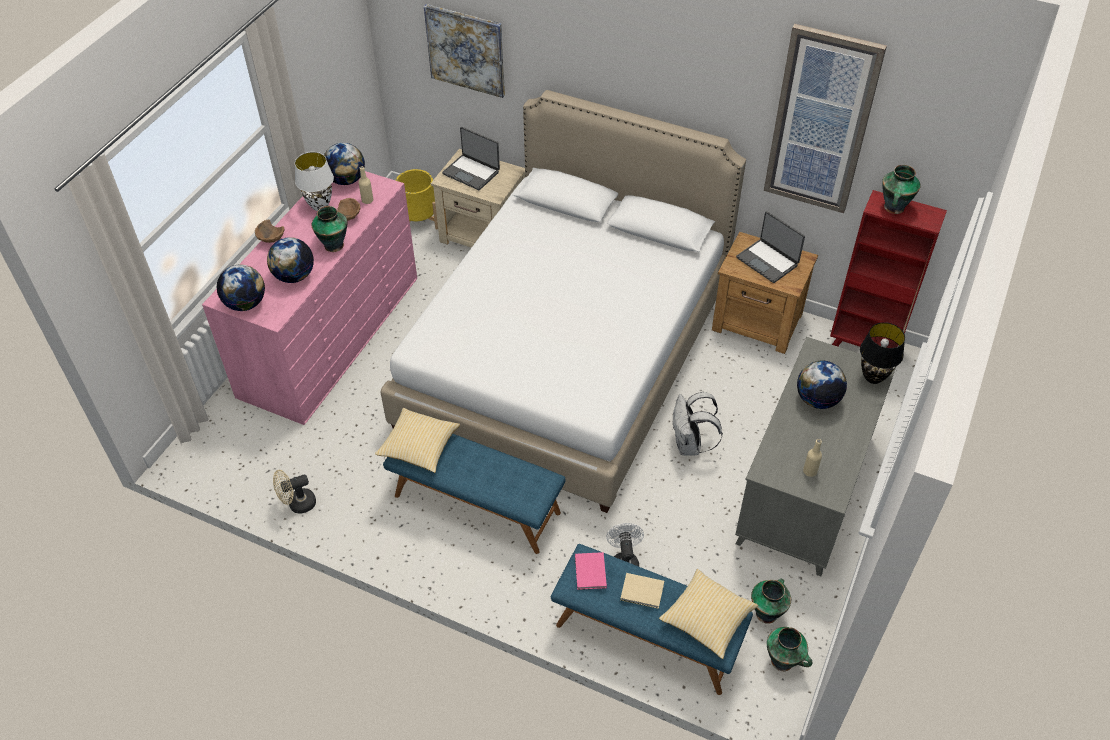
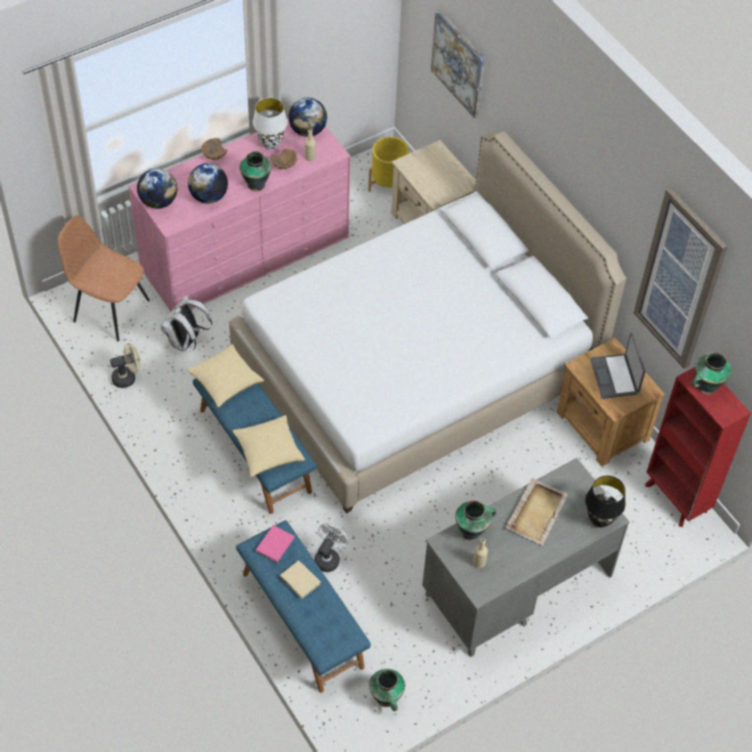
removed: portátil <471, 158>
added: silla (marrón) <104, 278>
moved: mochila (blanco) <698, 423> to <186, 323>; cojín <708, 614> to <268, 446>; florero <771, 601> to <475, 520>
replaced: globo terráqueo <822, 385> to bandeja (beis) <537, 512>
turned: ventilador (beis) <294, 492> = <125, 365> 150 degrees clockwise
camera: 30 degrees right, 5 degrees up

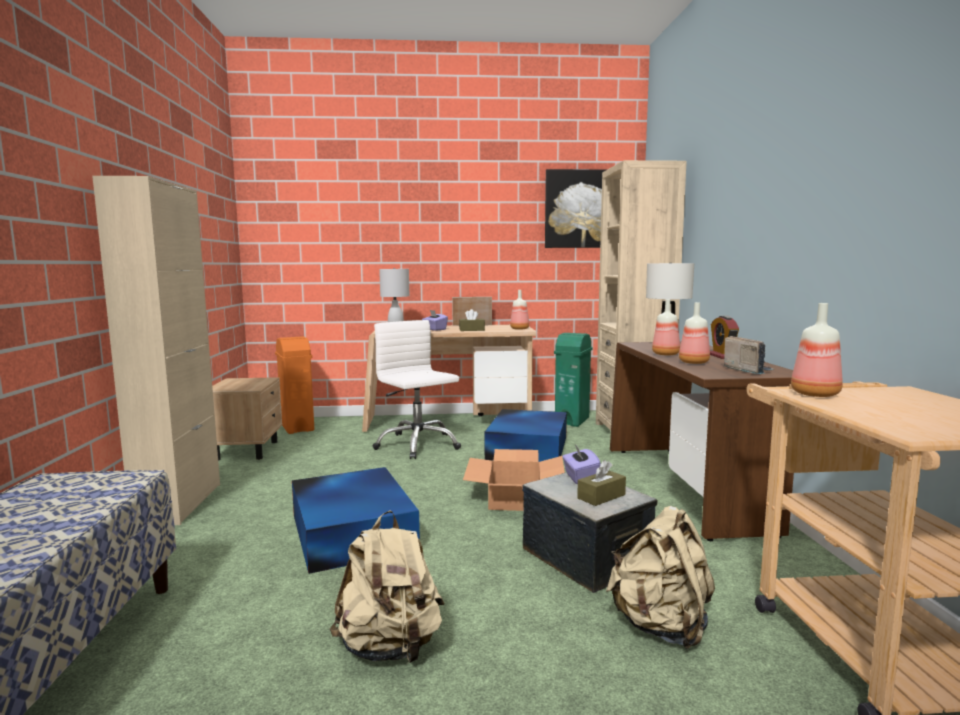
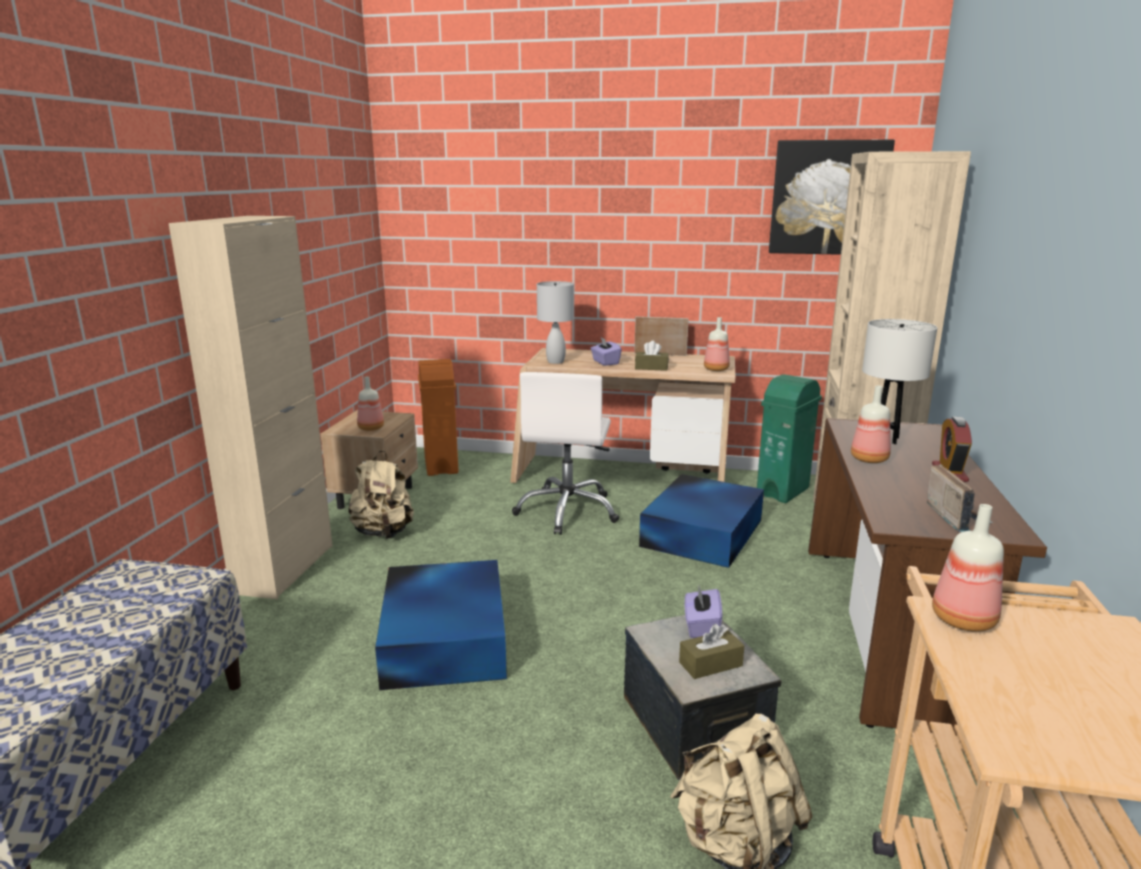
removed: caja de cartón <514, 480>
moved: mochila (beis) <387, 587> to <381, 494>; botella <694, 333> to <370, 403>
turned: silla de oficina (blanco) <417, 389> = <565, 453> 150 degrees counterclockwise
camera: 15 degrees right, 10 degrees up

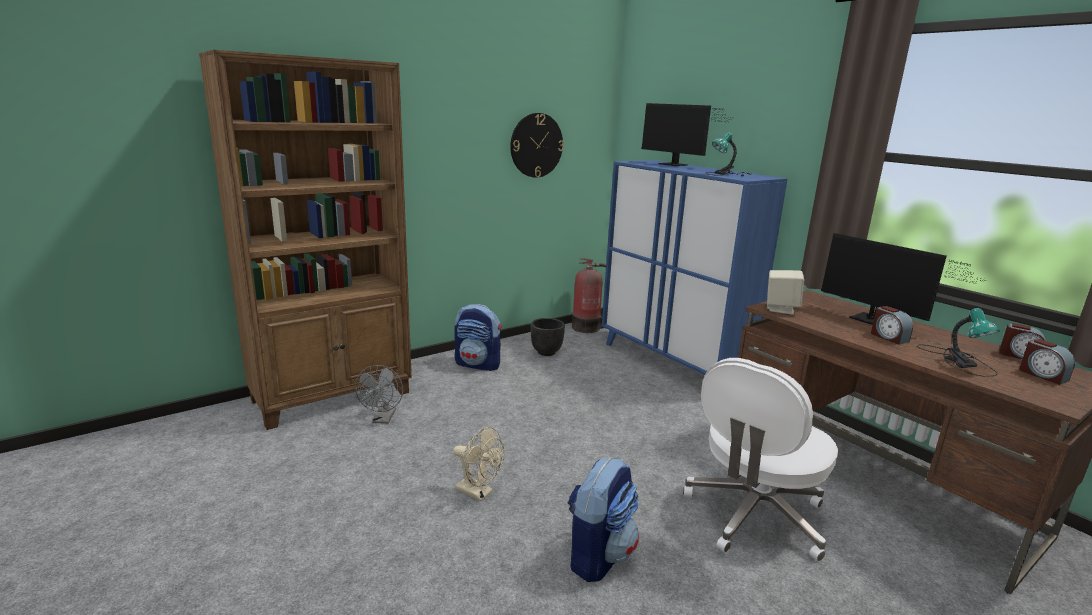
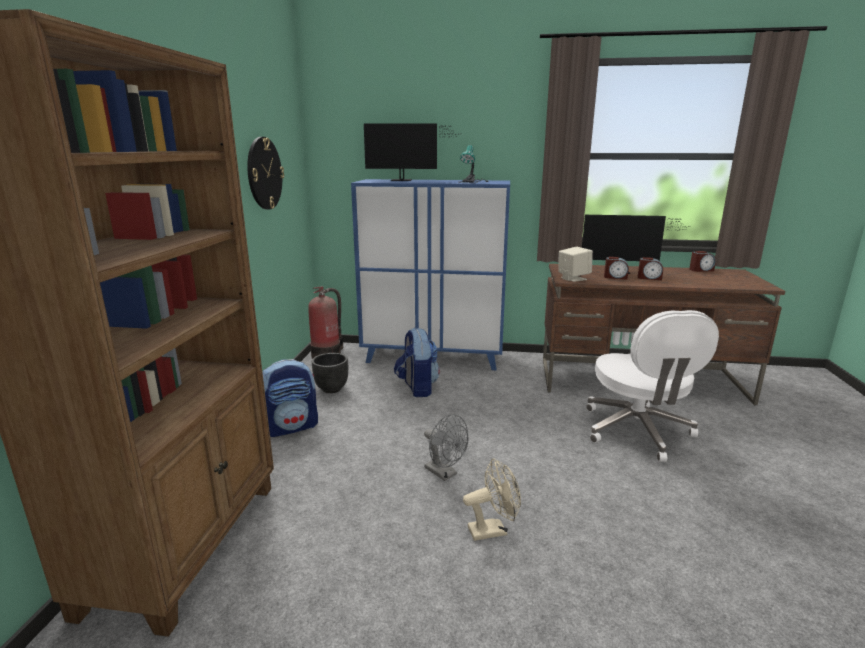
removed: lámpara de mesa <958, 342>
moved: mochila <603, 519> to <417, 362>; ventilador (gris) <379, 394> to <446, 447>; despertador <1047, 362> to <616, 268>
camera: 45 degrees left, 0 degrees up

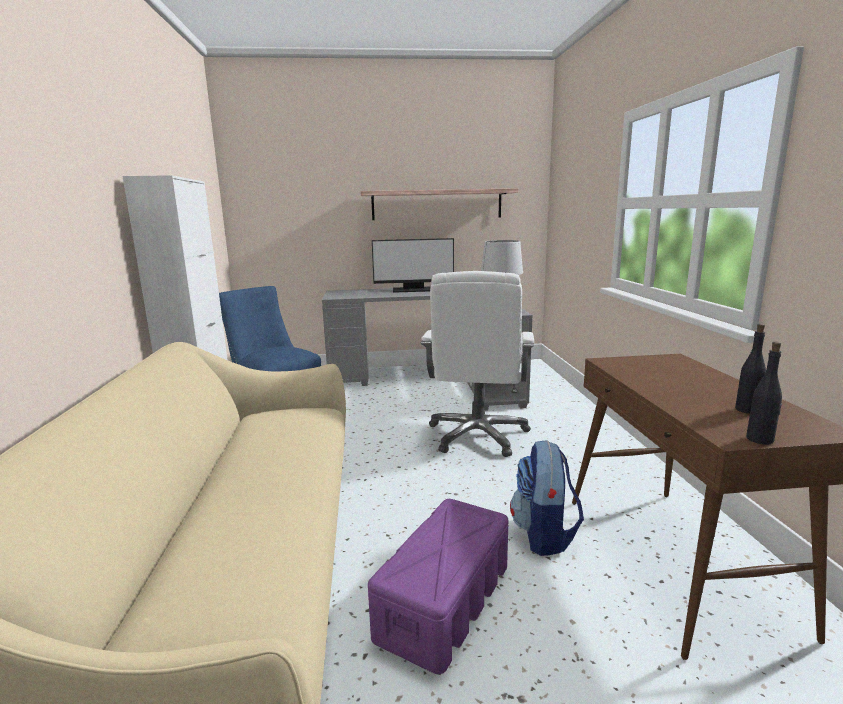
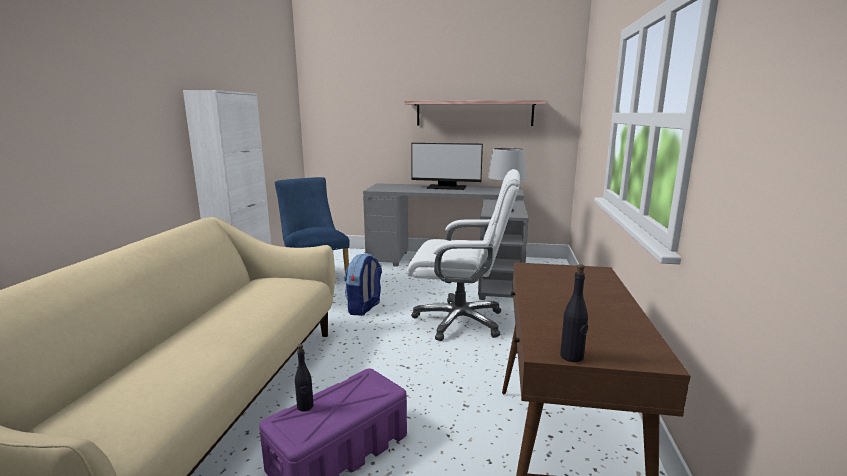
moved: botella (negro) <750, 369> to <304, 377>; mochila <547, 498> to <363, 284>
turned: silla de oficina (blanco) <477, 364> = <463, 255> 105 degrees counterclockwise
camera: 15 degrees right, 0 degrees up

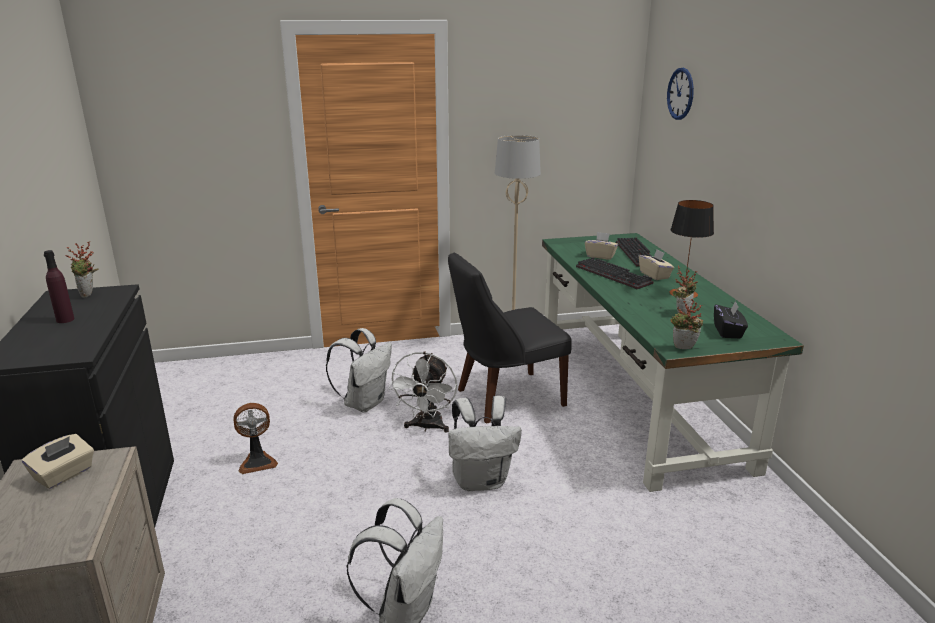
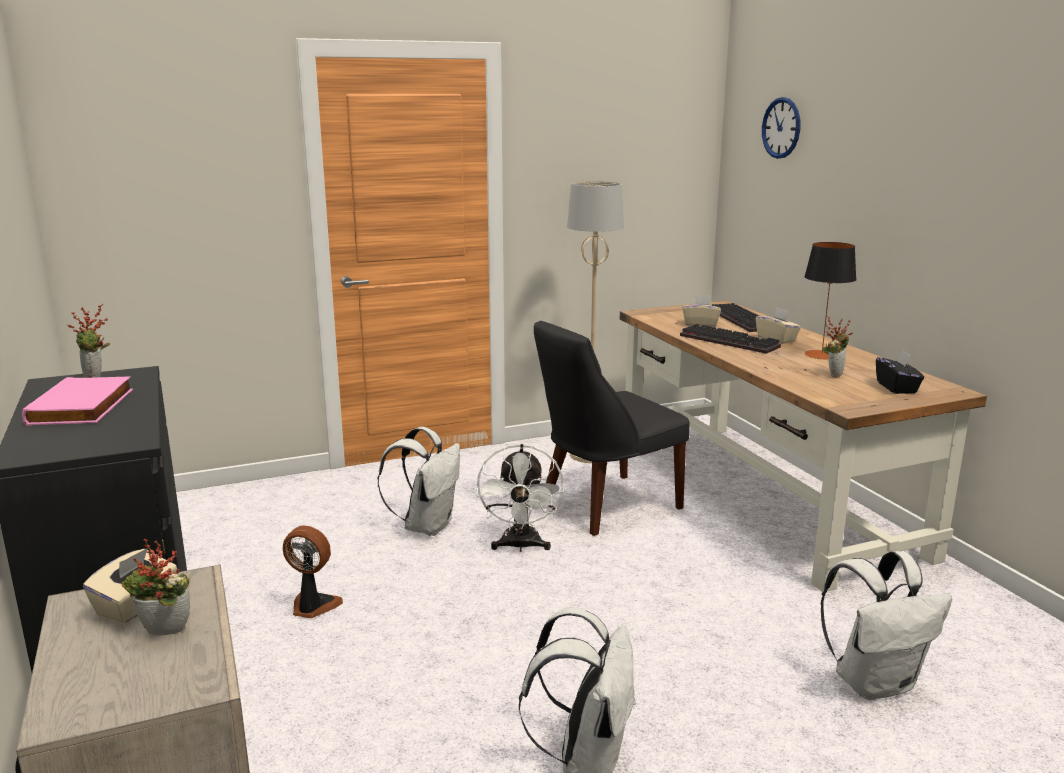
moved: planta en maceta <686, 323> to <155, 587>; mochila (blanco) <485, 443> to <886, 625>
replaced: botella (morado) <59, 286> to libro (rosa) <77, 401>
recoloured: escritorio (verde) <673, 362> to escritorio (marrón) <803, 446>
turned: ventilador <255, 438> = <313, 572> 135 degrees counterclockwise
camera: 10 degrees left, 5 degrees down

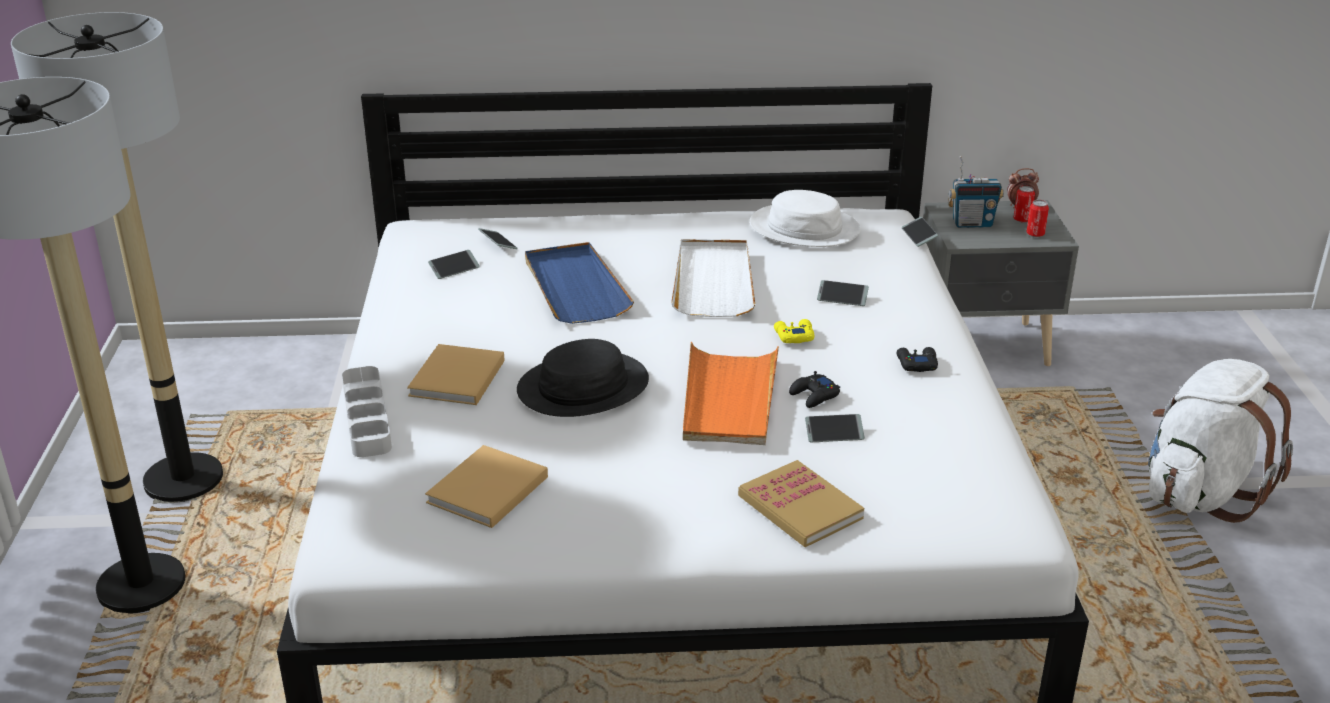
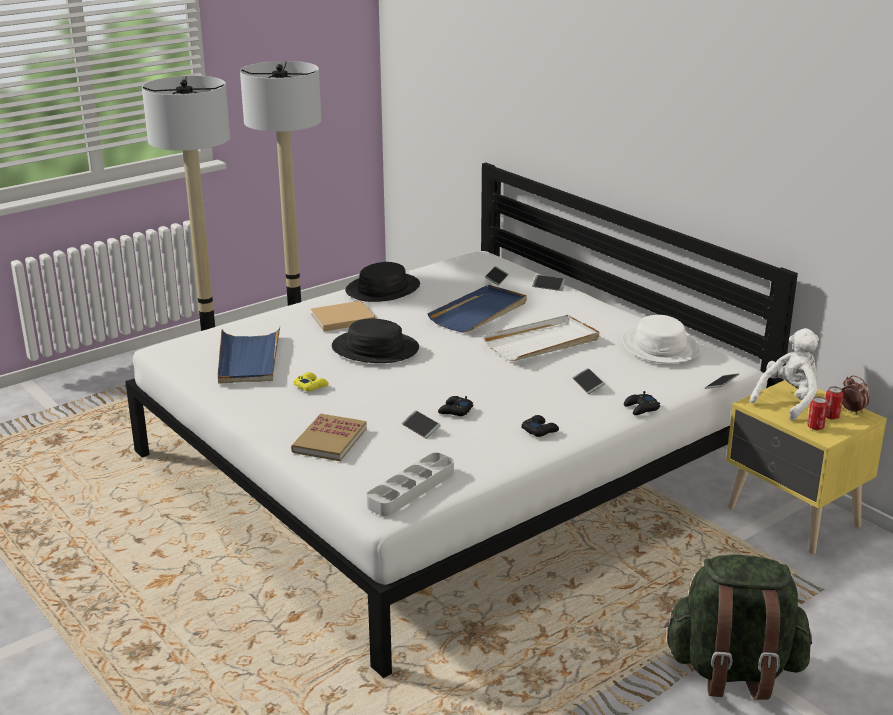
removed: bandeja (naranja) <731, 393>
added: sombrero (negro) <382, 282>; mando de consola (negro) <642, 403>
moved: mando de consola (amarillo) <794, 331> to <311, 382>; bandeja (gris) <367, 411> to <410, 484>; móvil <454, 264> to <549, 283>
replaced: libro (beis) <486, 486> to bandeja (azul) <249, 355>; radio <976, 192> to peluche (blanco) <784, 374>
recoloured: mochila (blanco) <1220, 441> to mochila (verde) <738, 627>; mesita de noche (gris) <1001, 283> to mesita de noche (amarillo) <806, 467>
camera: 55 degrees right, 5 degrees down

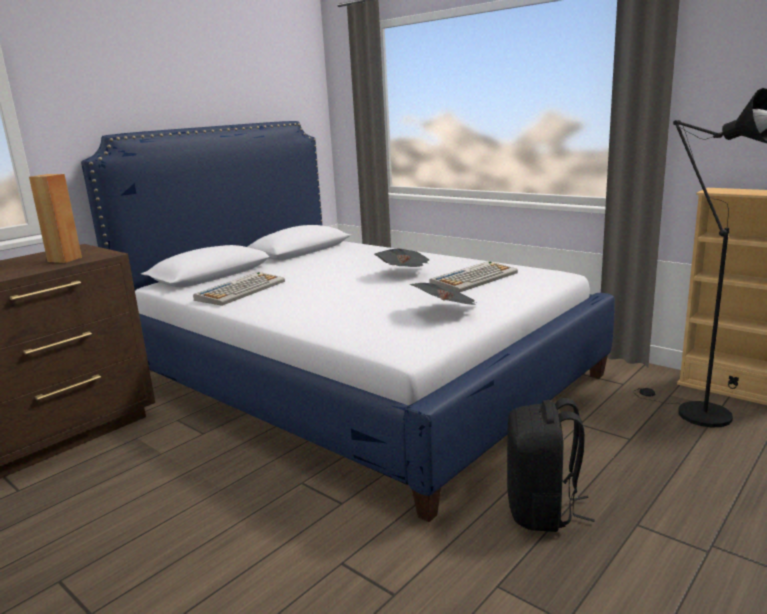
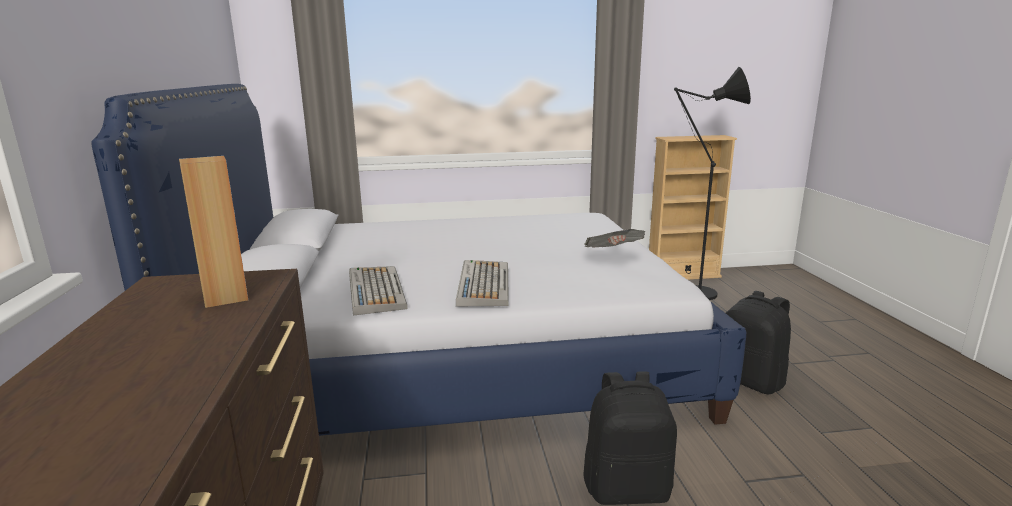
removed: periódico <401, 258>
added: mochila (negro) <630, 438>
moved: teclado <473, 277> to <482, 283>
camera: 50 degrees left, 0 degrees up

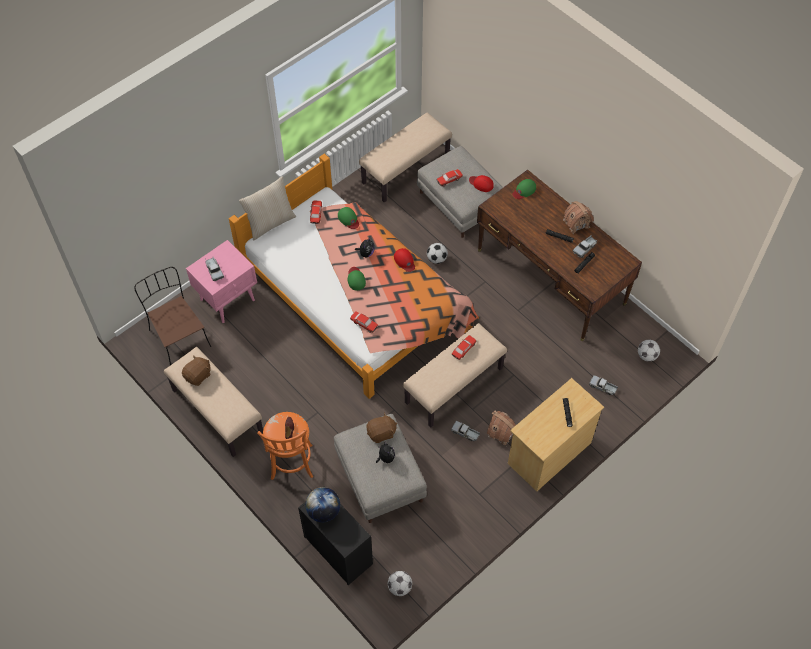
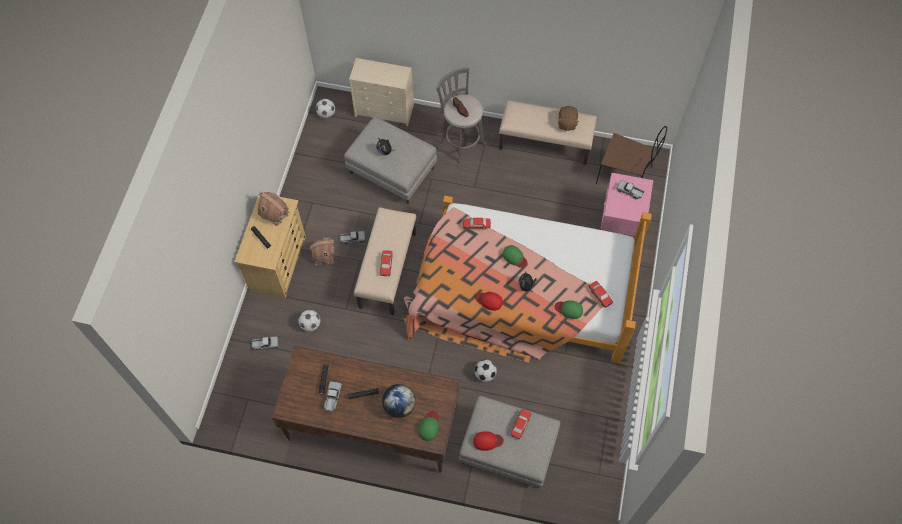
removed: cojín (beis) <267, 208>; banco (beis) <405, 157>; peluche (marrón) <381, 428>
moved: casita <578, 217> to <274, 208>; balón de fútbol <649, 351> to <309, 321>; globo terráqueo <322, 504> to <399, 401>
recoloured: cómoda (negro) <335, 535> to cómoda (beis) <381, 92>; taburete (naranja) <285, 446> to taburete (gris) <461, 115>
camera: 145 degrees right, 5 degrees up

